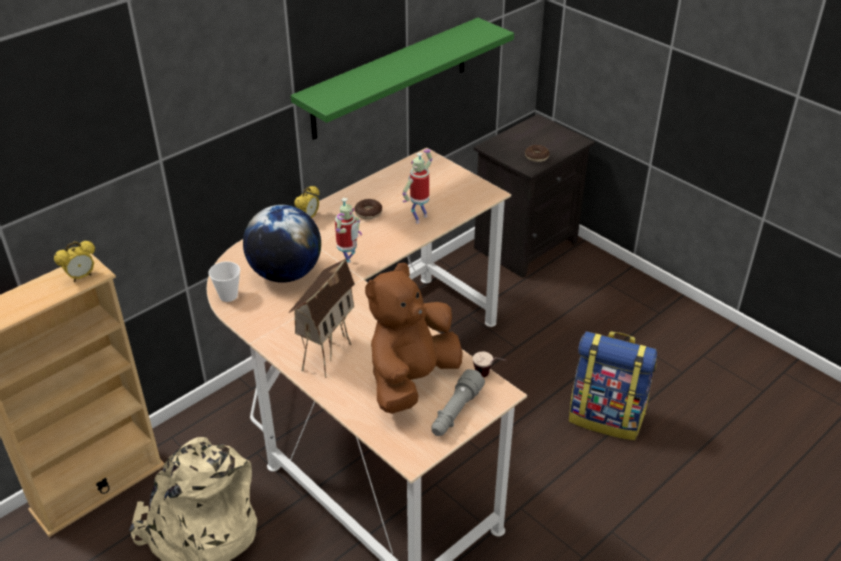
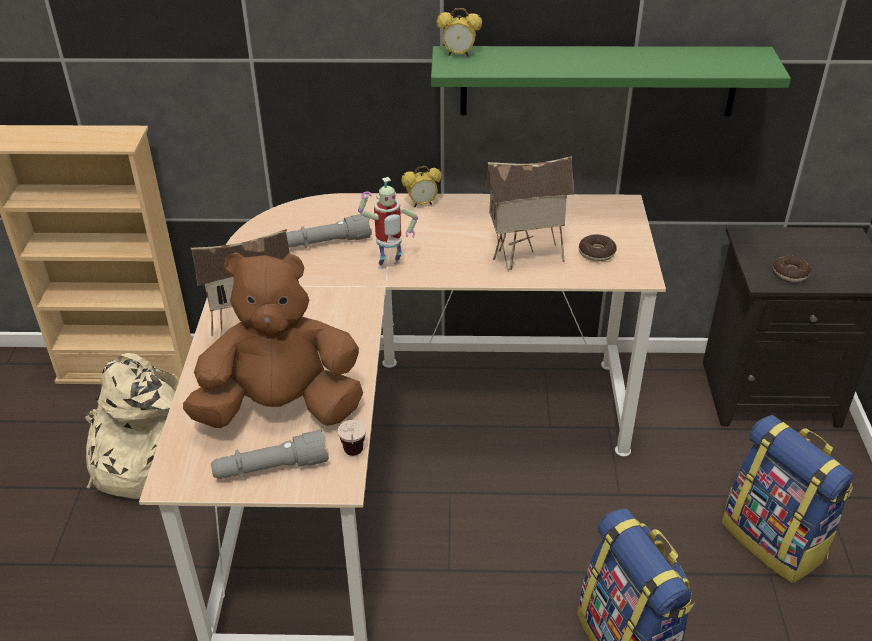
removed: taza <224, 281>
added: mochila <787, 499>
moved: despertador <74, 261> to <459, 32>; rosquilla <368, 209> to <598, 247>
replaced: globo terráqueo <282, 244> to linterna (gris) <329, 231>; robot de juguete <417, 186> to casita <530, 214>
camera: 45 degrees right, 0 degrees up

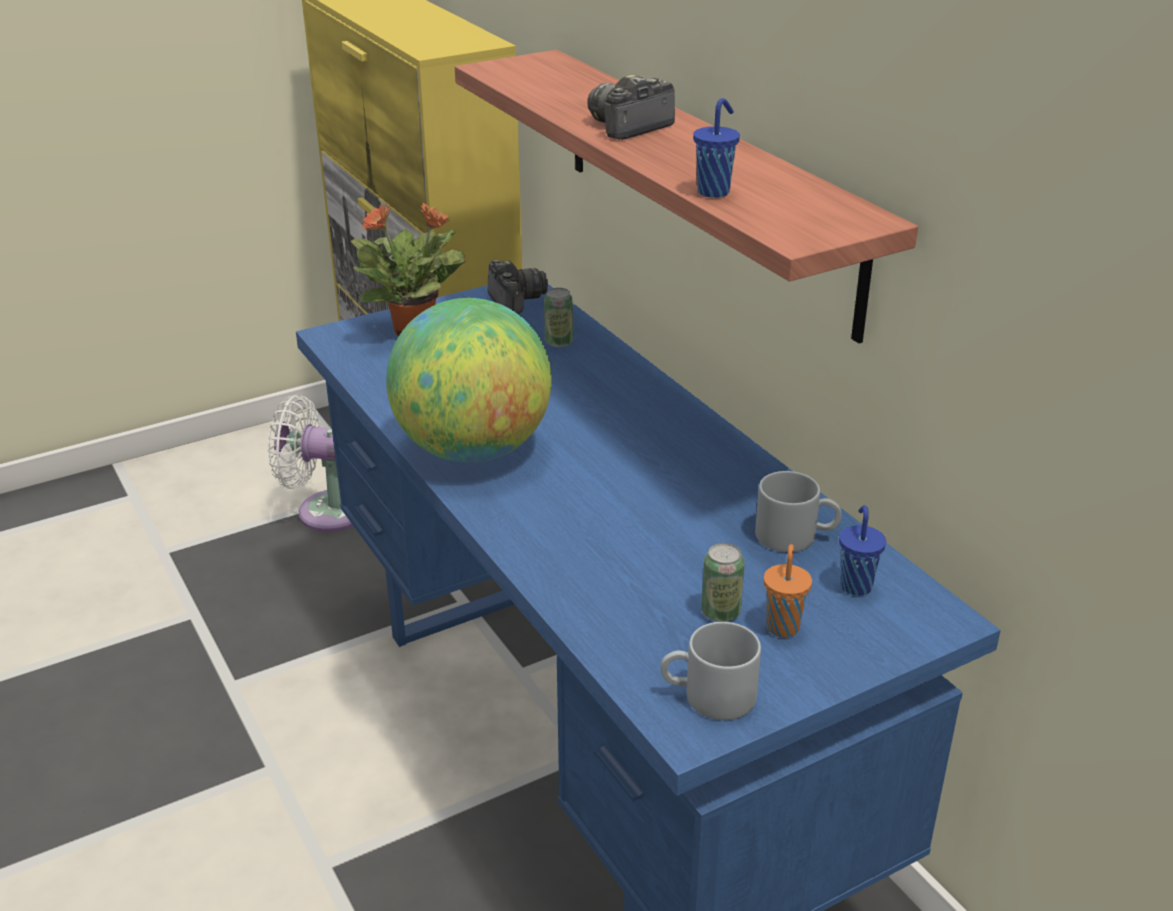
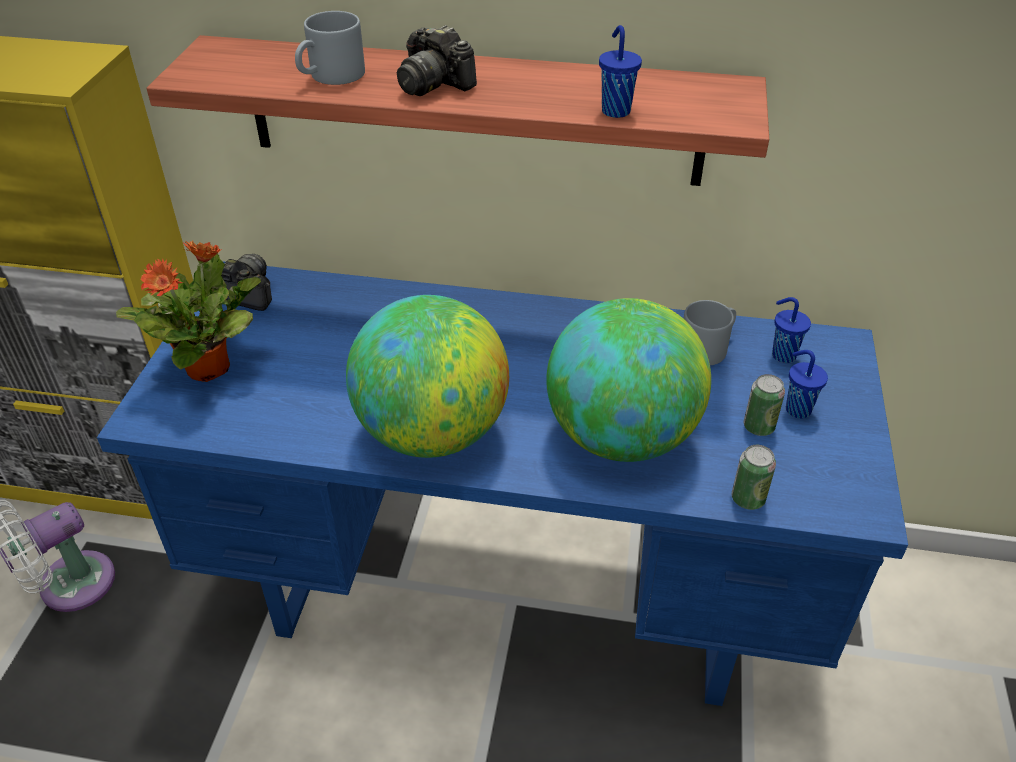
added: globo terráqueo <628, 380>
moved: taza grande (gris) <710, 671> to <330, 48>; lata <558, 317> to <754, 477>
recoloured: taza (naranja) <788, 590> to taza (azul) <807, 384>
turned: cámara <631, 107> = <437, 60> 45 degrees counterclockwise
camera: 50 degrees left, 10 degrees up

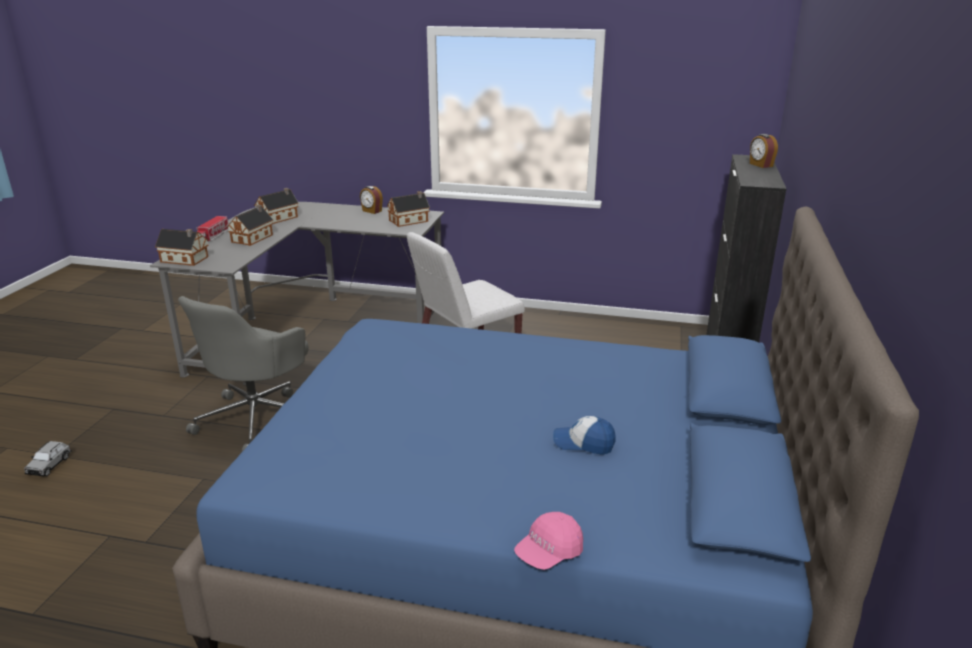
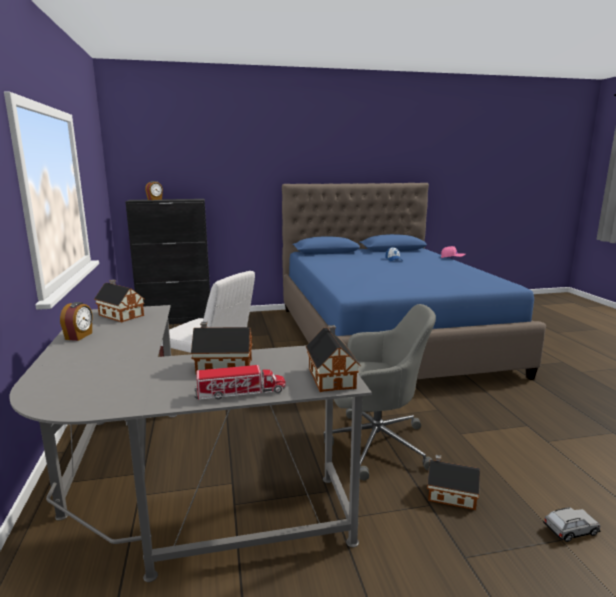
moved: casita <276, 206> to <453, 482>
camera: 115 degrees left, 10 degrees down

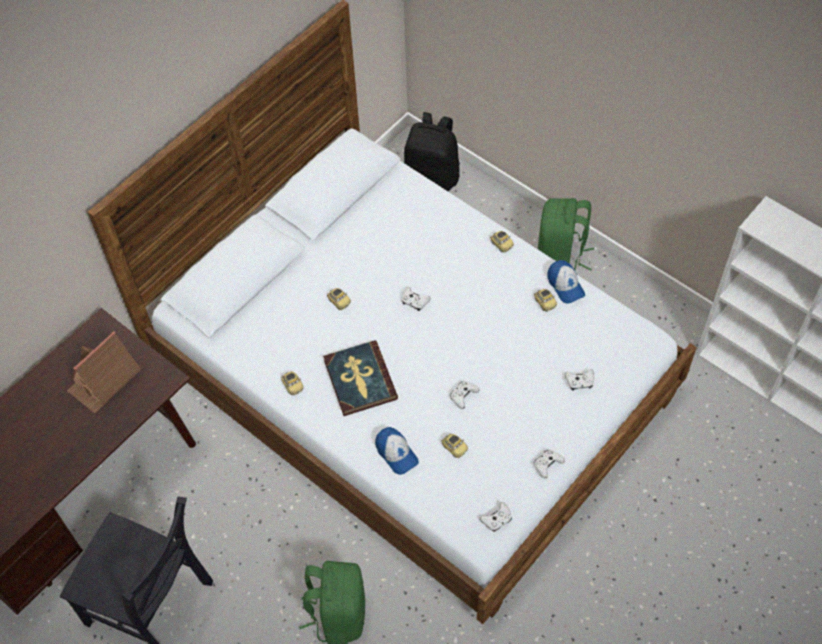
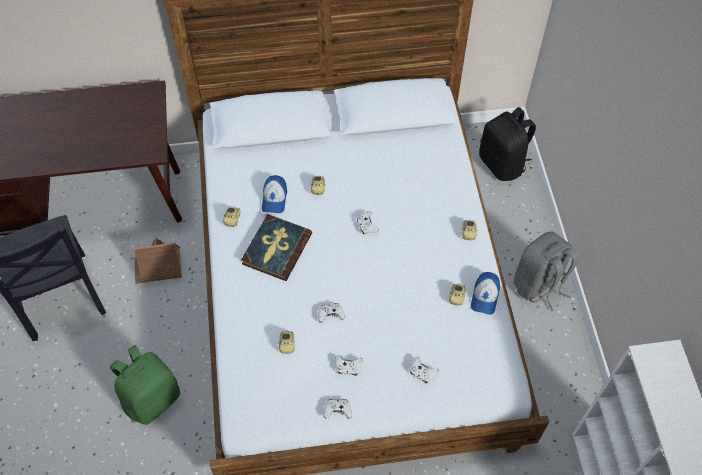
moved: casita <104, 372> to <158, 261>; gorra <397, 451> to <274, 194>; mando de consola (blanco) <496, 517> to <349, 365>
recoloured: mochila (verde) <566, 234> to mochila (gris) <546, 271>
camera: 40 degrees right, 0 degrees up

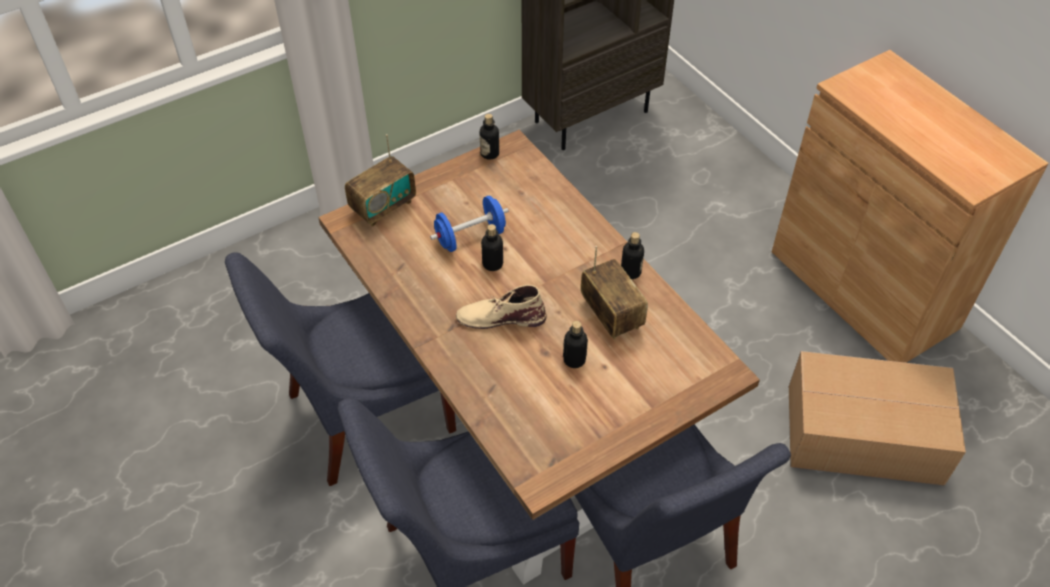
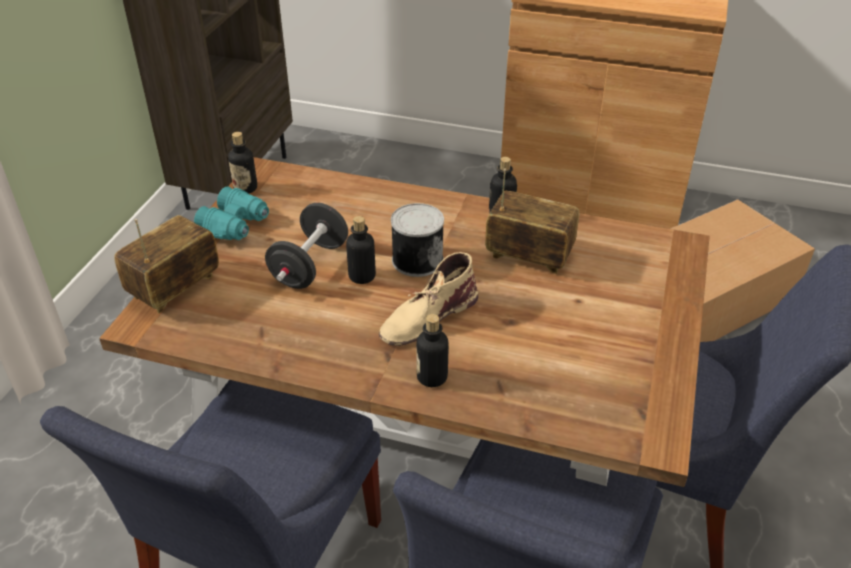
added: prismáticos (turquesa) <231, 213>; lata <417, 240>
moved: botella <575, 344> to <432, 350>
recoloured: mancuerna (azul) <469, 224> to mancuerna (negro) <306, 246>
turned: radio <380, 180> = <166, 264> 150 degrees counterclockwise
camera: 40 degrees left, 10 degrees down

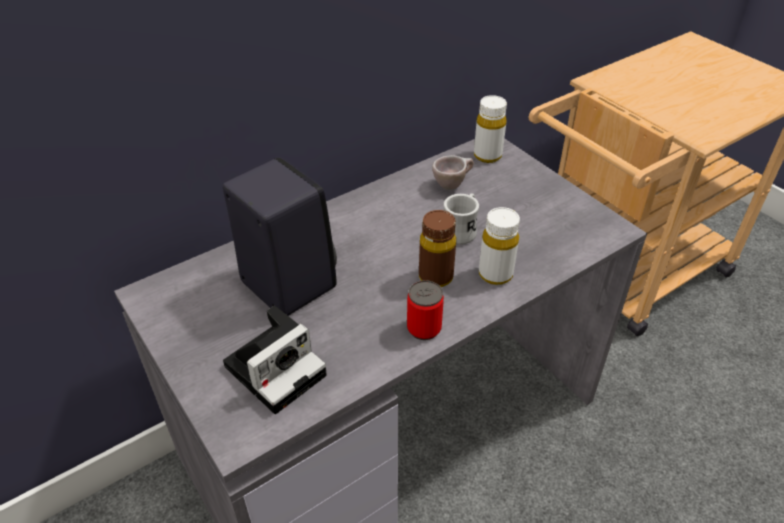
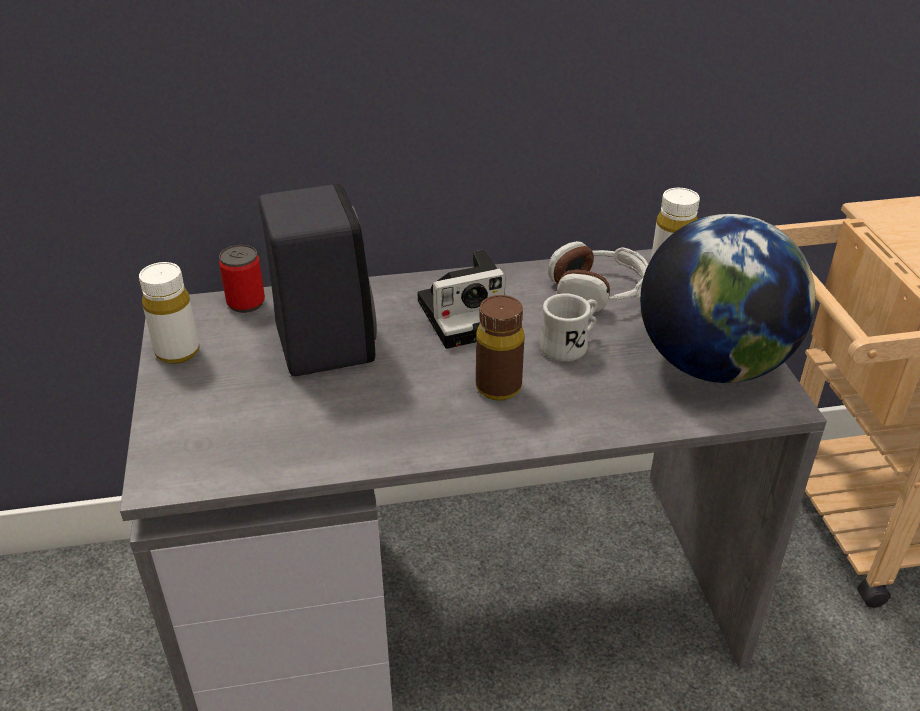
added: globo terráqueo <728, 298>
moved: botella (blanco) <499, 246> to <169, 313>; lata <425, 310> to <242, 279>; cámara <275, 360> to <461, 299>
replaced: taza (beis) <453, 172> to auriculares <598, 276>
camera: 25 degrees right, 5 degrees down

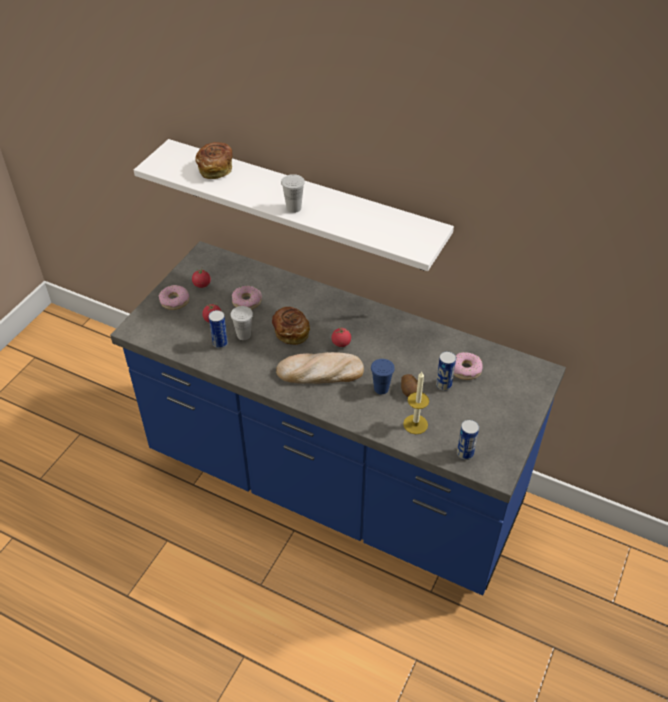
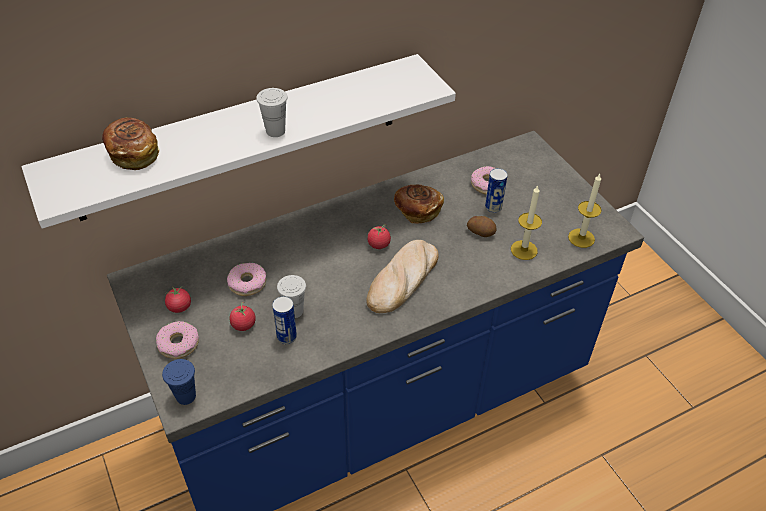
moved: taza (azul) <383, 376> to <179, 382>; pan <291, 326> to <419, 204>
replaced: lata <468, 440> to vela <585, 211>
camera: 55 degrees left, 0 degrees up

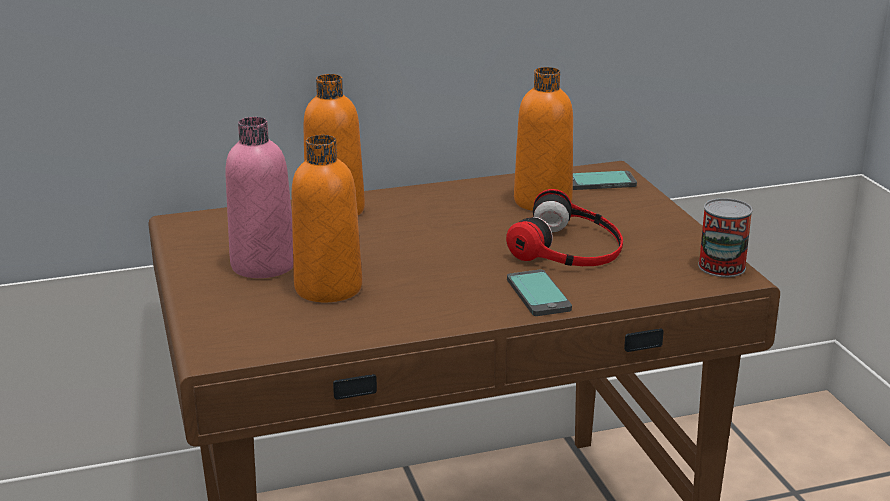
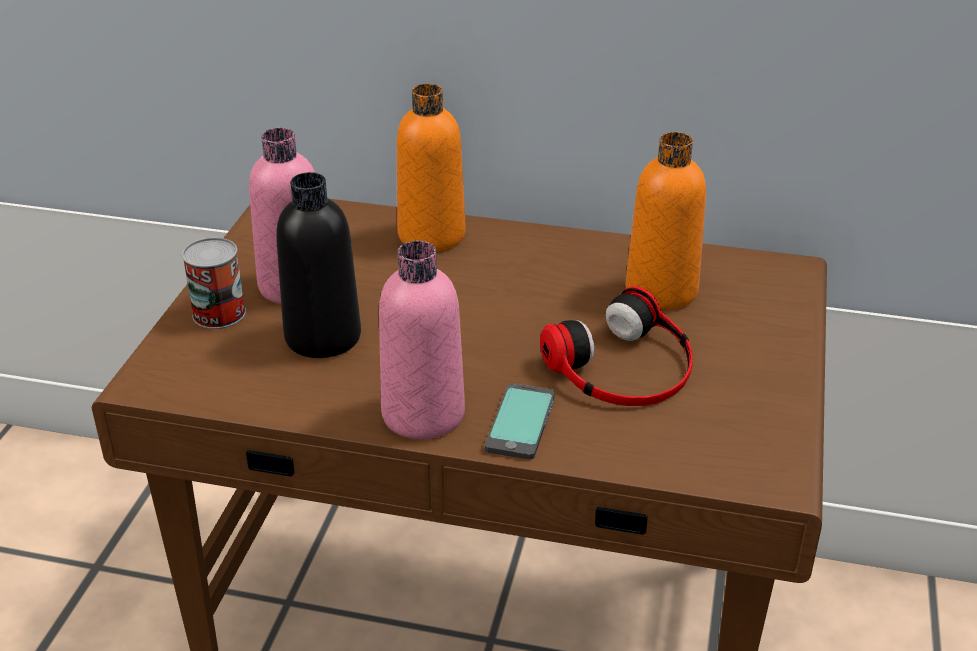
removed: móvil <605, 180>
added: botella (rosa) <422, 340>
moved: lata <725, 237> to <214, 283>
recoloured: botella (naranja) <326, 218> to botella (negro) <318, 265>
camera: 30 degrees right, 10 degrees up

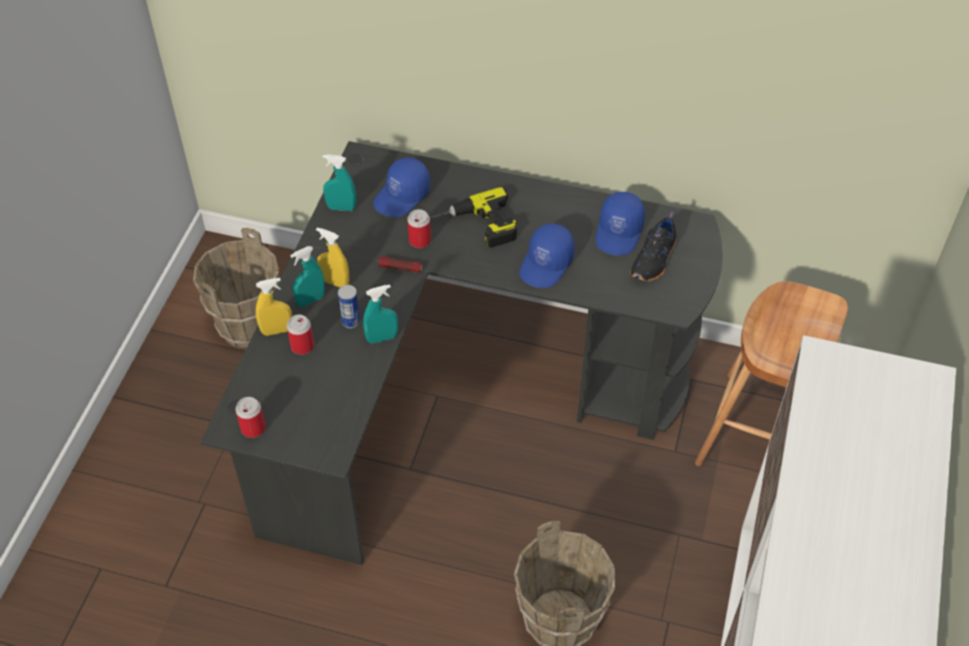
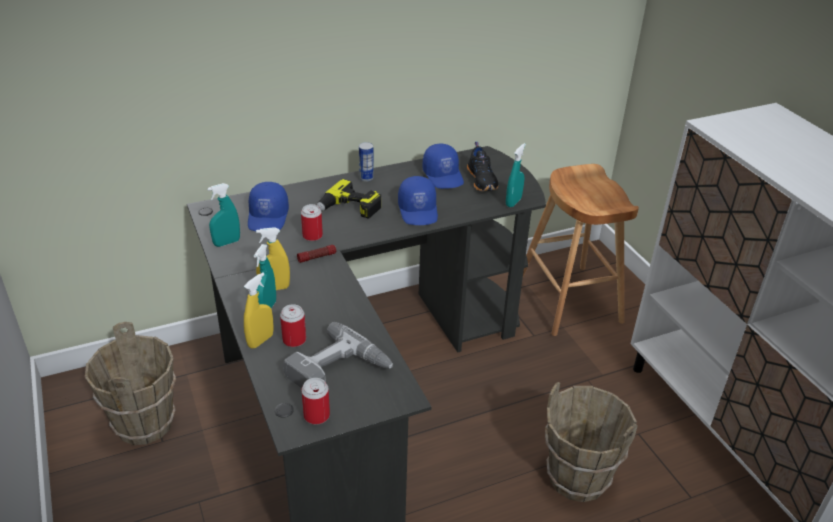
added: taladro <338, 355>
moved: lata <349, 307> to <366, 162>; pulverizador (turquesa) <380, 314> to <516, 175>
camera: 40 degrees left, 15 degrees down

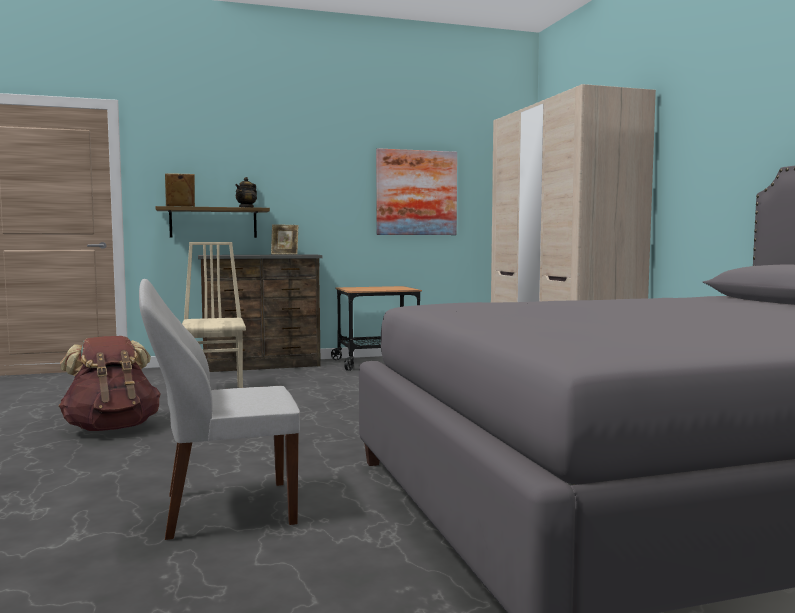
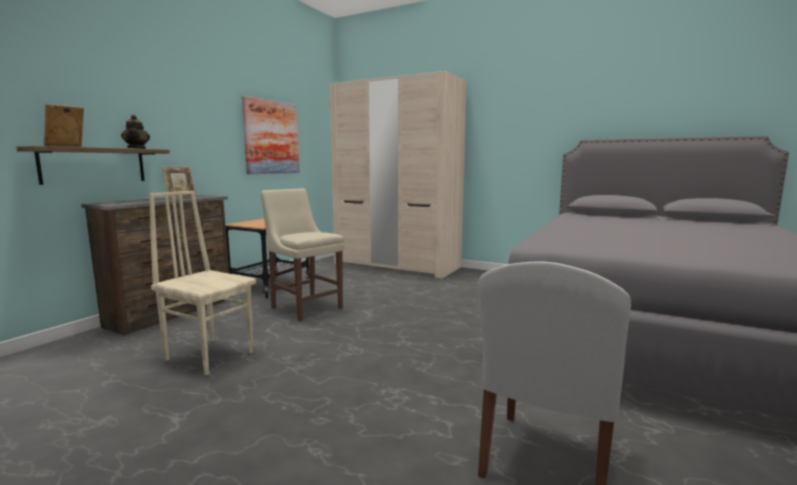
removed: mochila (marrón) <110, 383>
added: silla (beis) <303, 254>
camera: 45 degrees left, 5 degrees up

